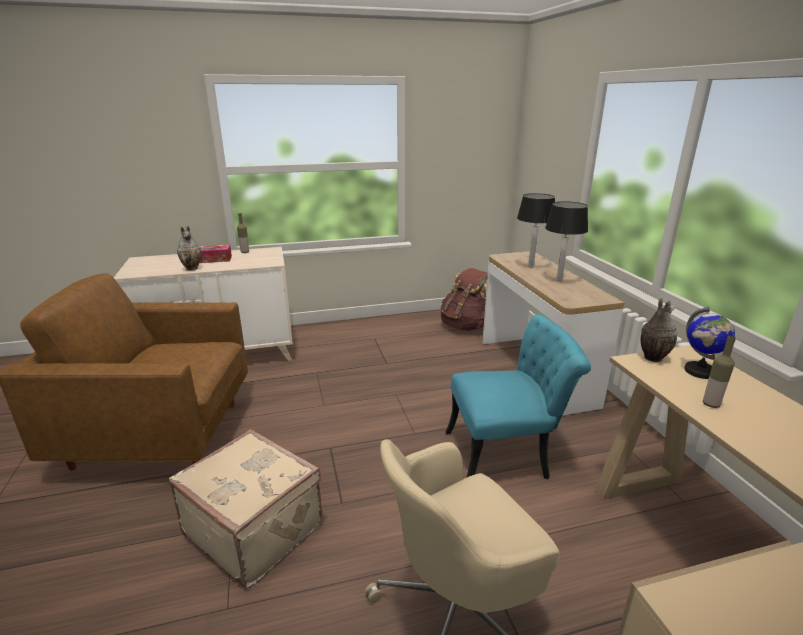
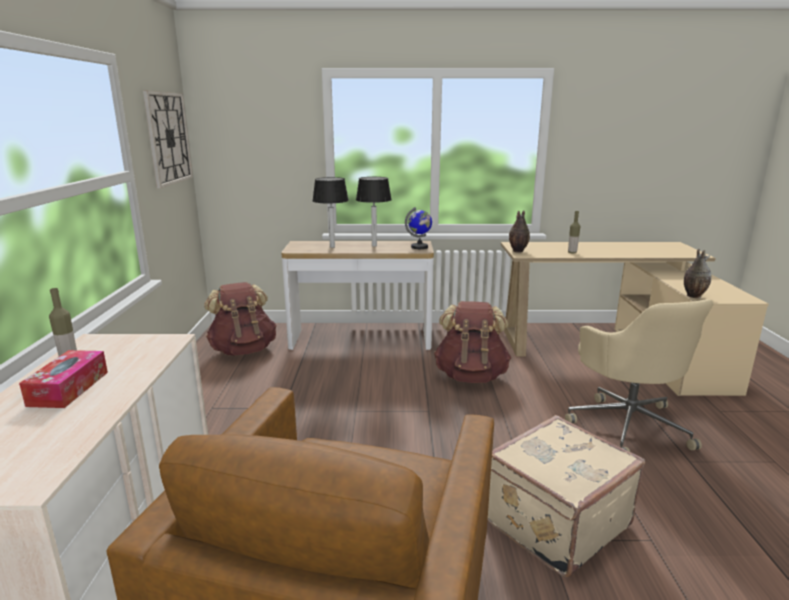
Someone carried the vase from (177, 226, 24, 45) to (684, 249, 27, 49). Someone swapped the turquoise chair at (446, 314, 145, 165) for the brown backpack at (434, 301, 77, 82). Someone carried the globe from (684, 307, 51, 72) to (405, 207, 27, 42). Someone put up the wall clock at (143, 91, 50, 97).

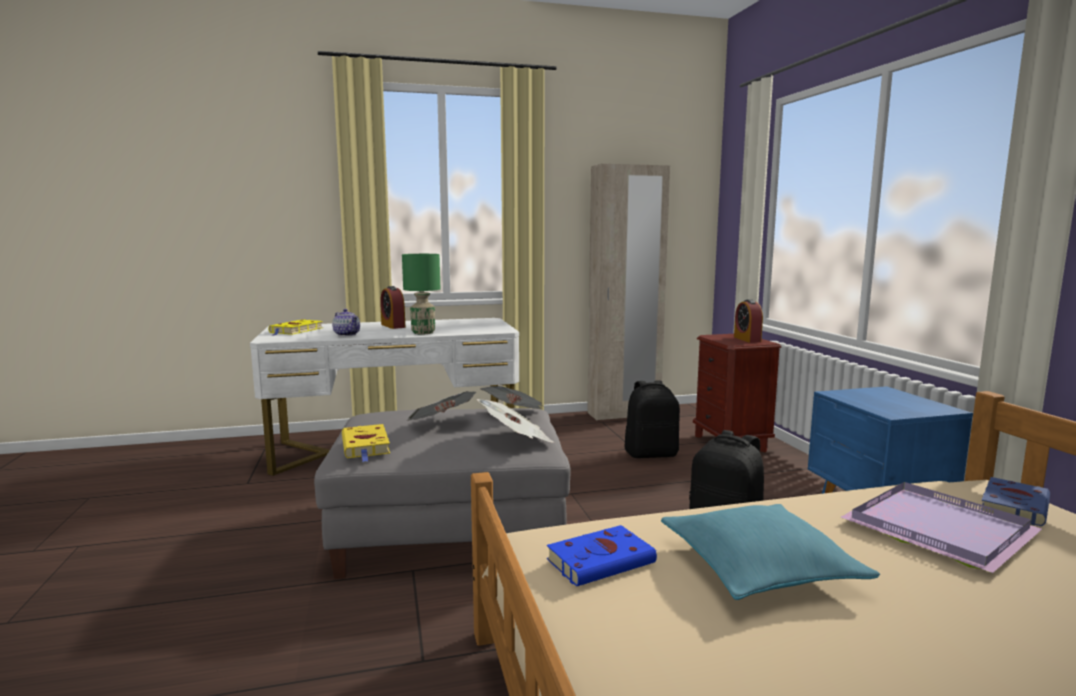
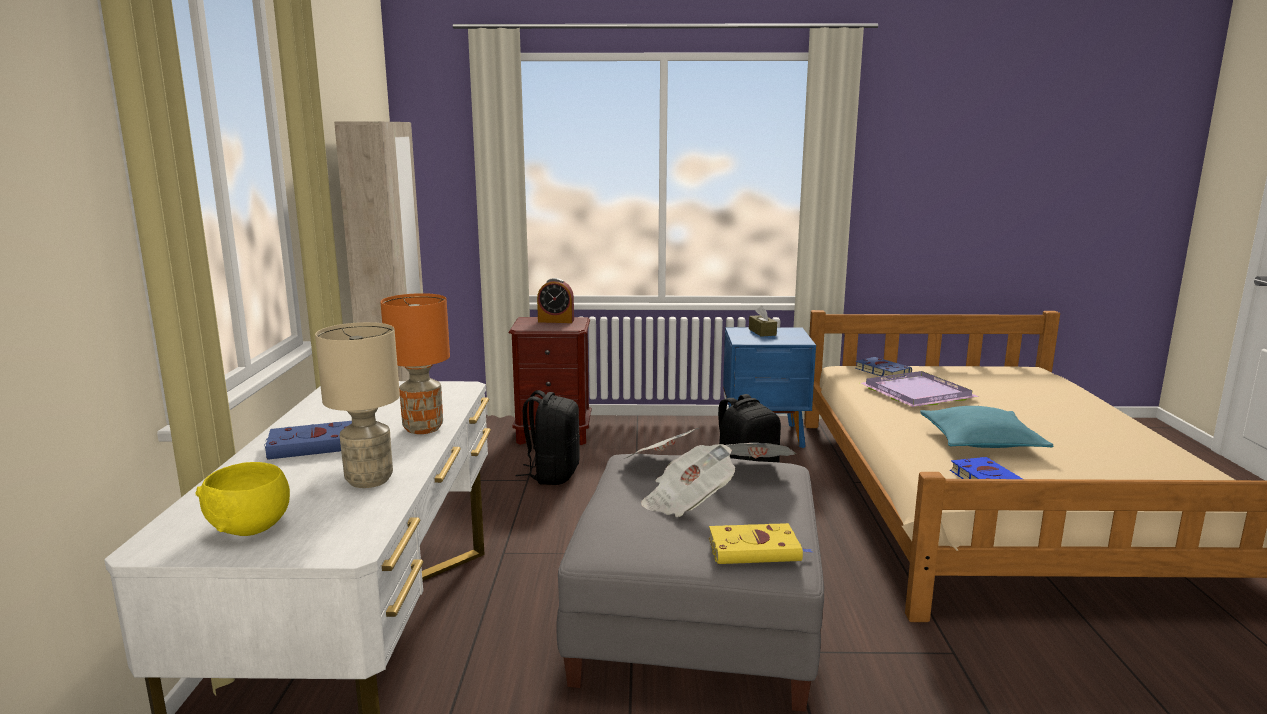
Someone swapped the yellow book at (268, 319, 55, 17) for the yellow bowl at (195, 462, 95, 74). Someone swapped the teapot at (332, 309, 28, 27) for the beige table lamp at (315, 322, 85, 166). Someone swapped the alarm clock at (380, 286, 25, 43) for the blue book at (264, 421, 88, 39). Someone repainted the green table lamp at (402, 254, 38, 80), which became the orange table lamp at (380, 293, 70, 141). Someone put down the brown tissue box at (749, 306, 28, 31).

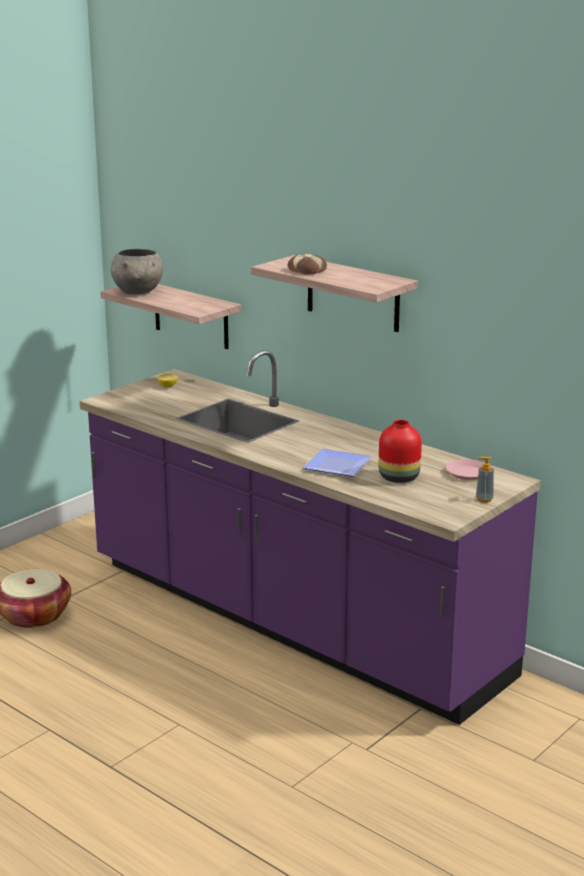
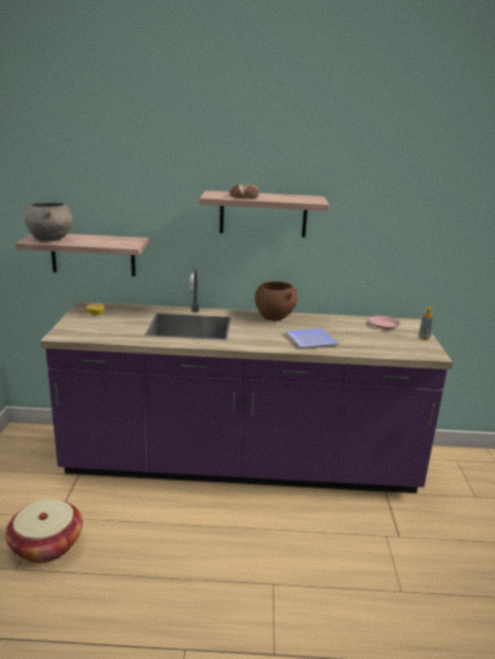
Someone took away the red vase at (379, 420, 43, 63). Someone put down the brown bowl at (255, 281, 43, 40).

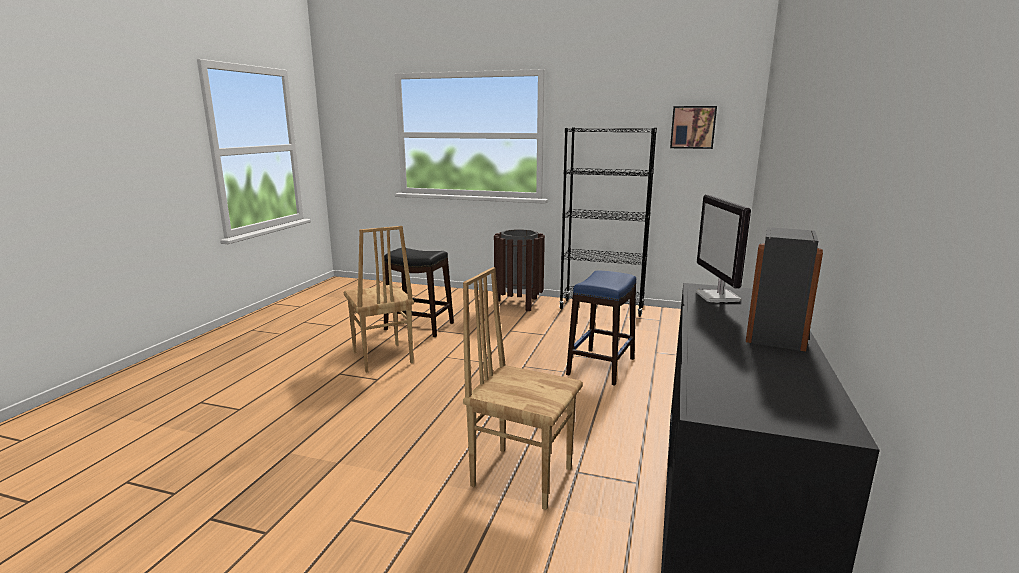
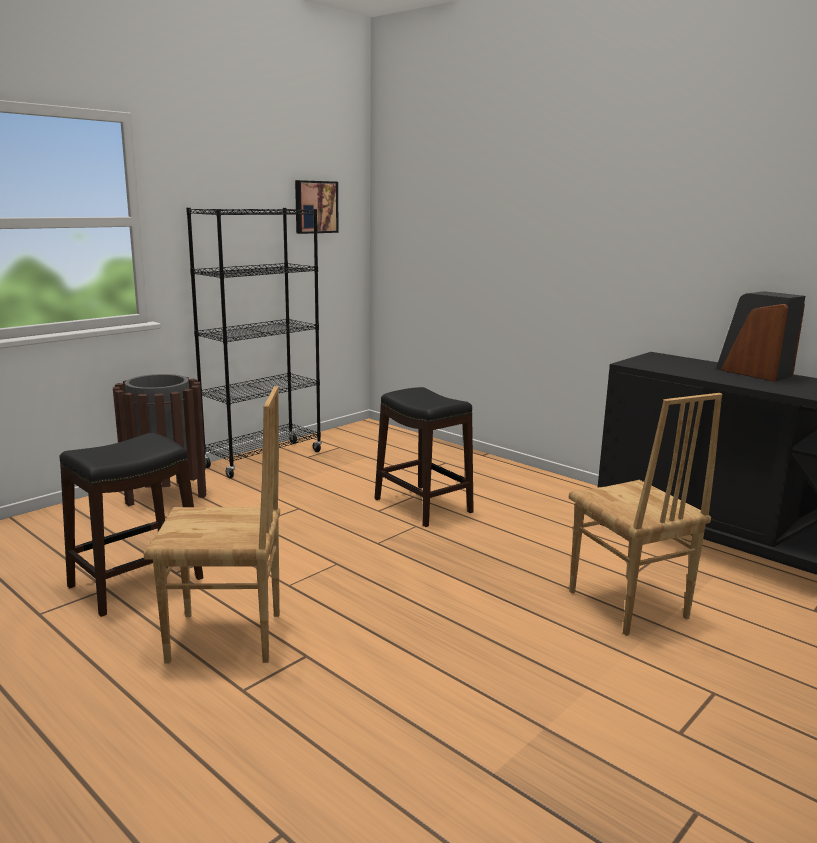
Someone rotated the brown chair at (463, 267, 120, 243) by 75 degrees counterclockwise. Someone repainted the blue stool at (566, 271, 70, 115), which became the black stool at (375, 387, 99, 140). Someone took away the monitor at (696, 194, 55, 108).

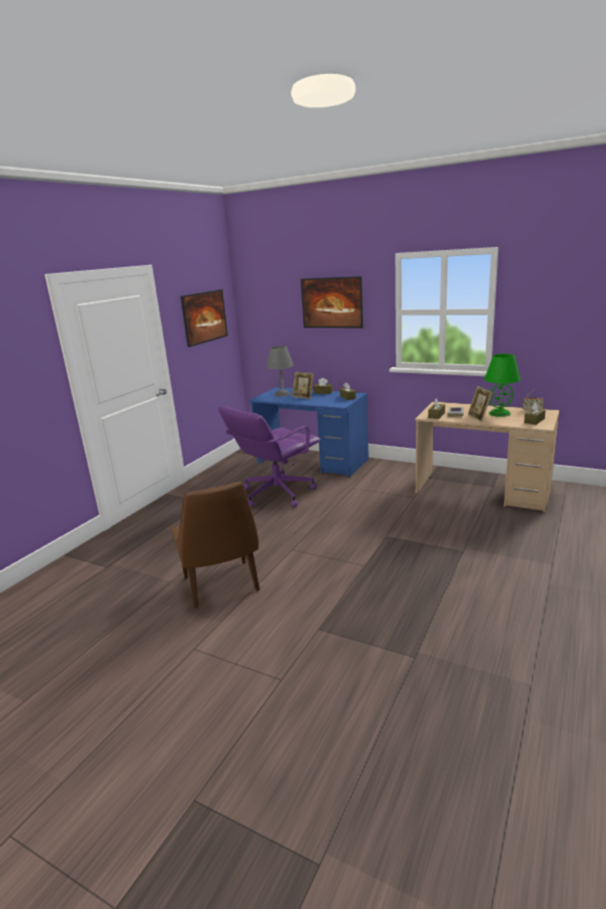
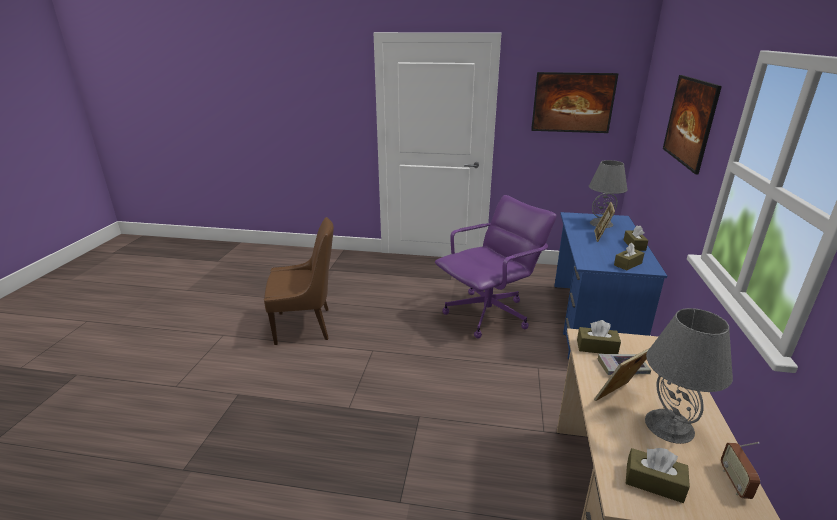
Someone rotated the brown chair at (171, 481, 89, 127) by 150 degrees counterclockwise. Someone rotated the purple office chair at (218, 406, 103, 101) by 120 degrees clockwise. Someone repainted the green table lamp at (484, 354, 37, 63), which became the grey table lamp at (645, 308, 88, 136).

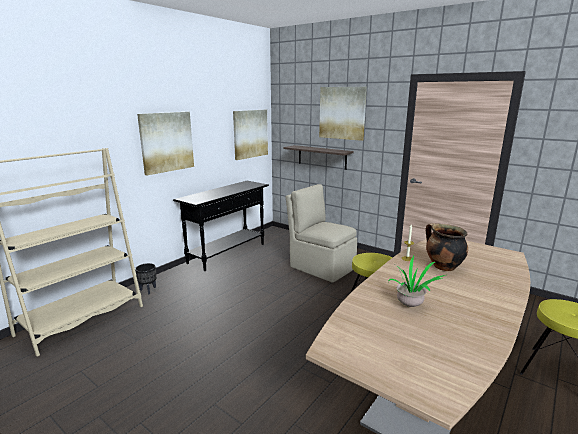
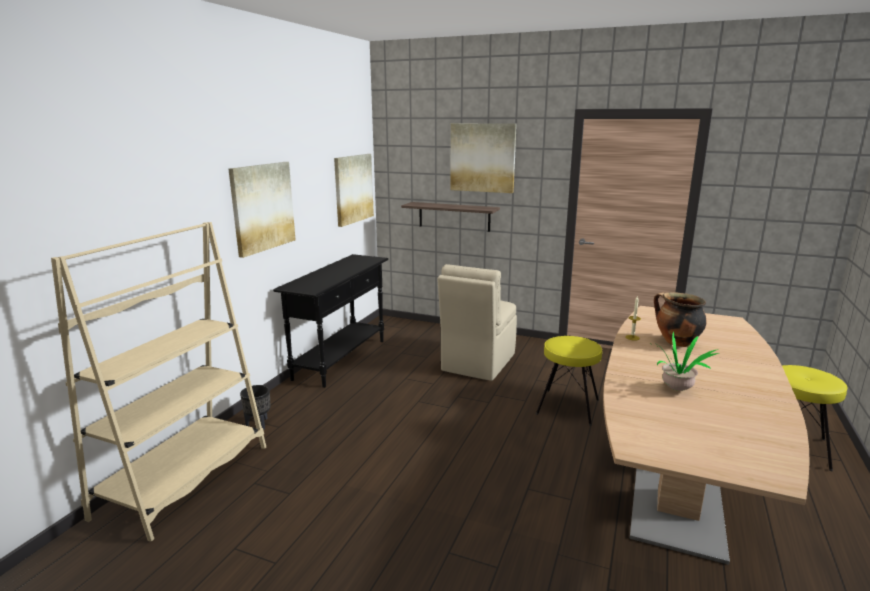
Someone rotated the beige chair at (286, 184, 71, 99) by 90 degrees counterclockwise.

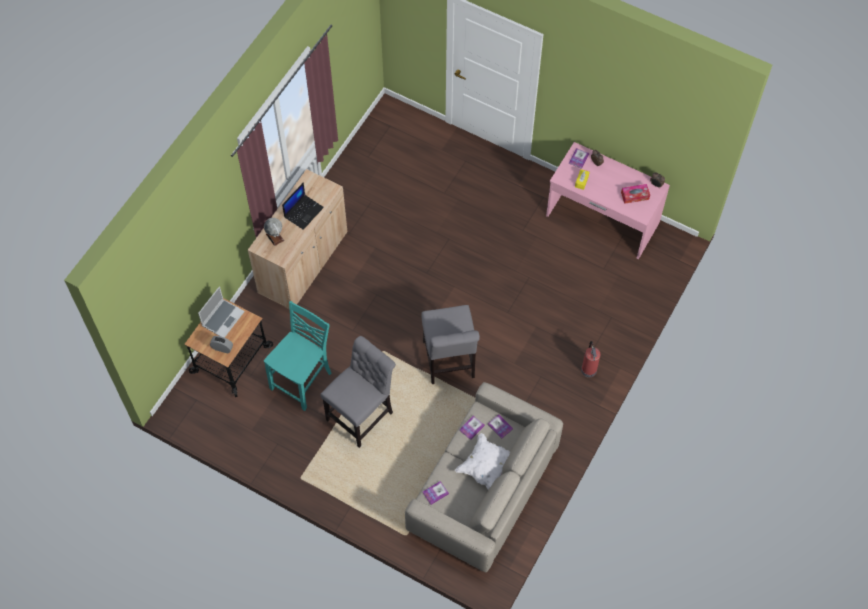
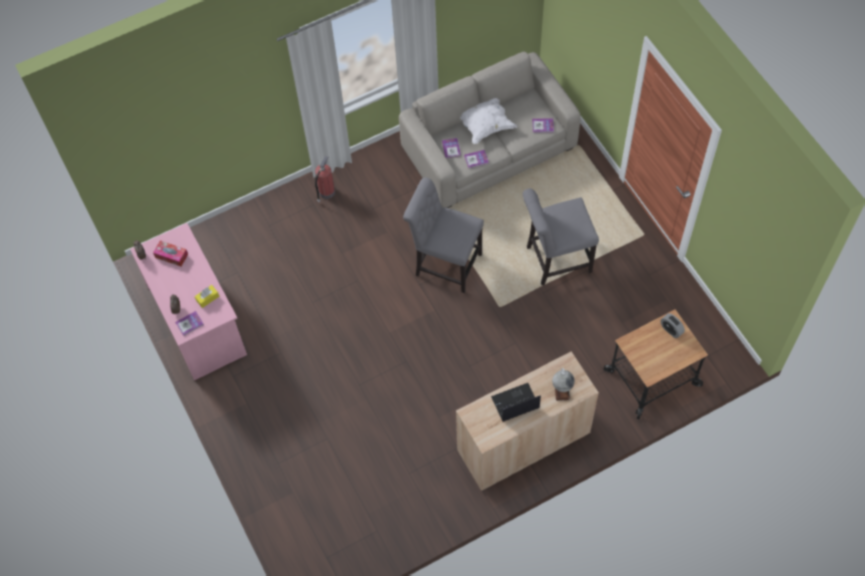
Someone took away the laptop at (198, 286, 47, 52). Someone took away the turquoise chair at (264, 301, 68, 110). Someone rotated the grey chair at (421, 305, 59, 79) by 90 degrees counterclockwise.

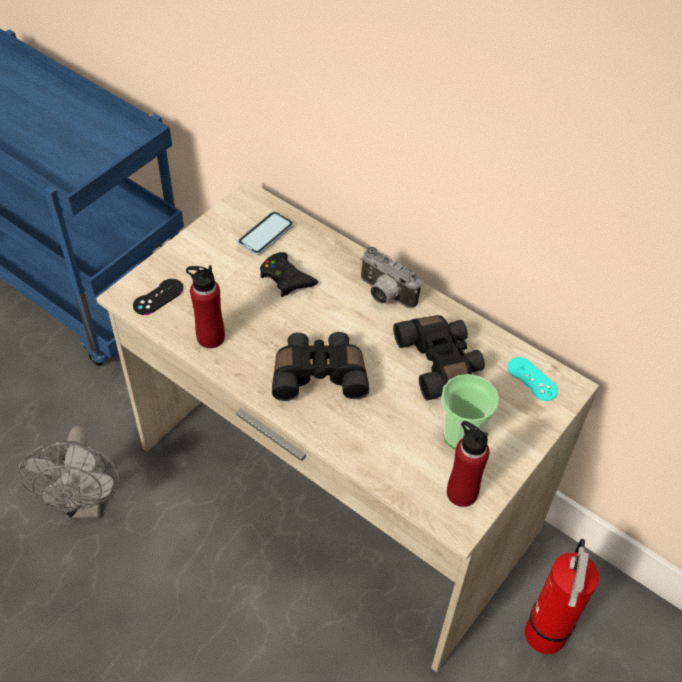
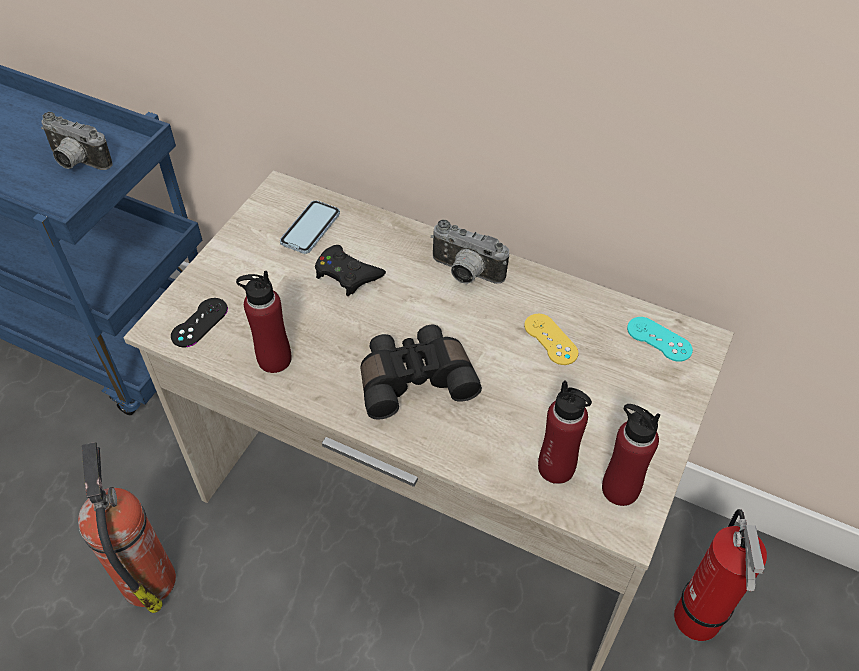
Someone swapped the grey fan at (18, 425, 102, 94) for the fire extinguisher at (78, 442, 98, 171). Someone swapped the black binoculars at (393, 315, 92, 86) for the yellow game controller at (524, 314, 55, 51). Someone took away the cup at (441, 374, 58, 75). Someone put down the photo camera at (41, 112, 71, 58). Someone put down the red bottle at (538, 380, 54, 104).

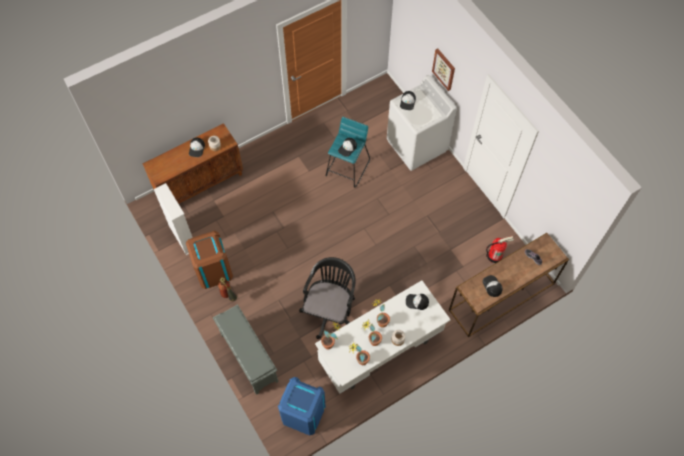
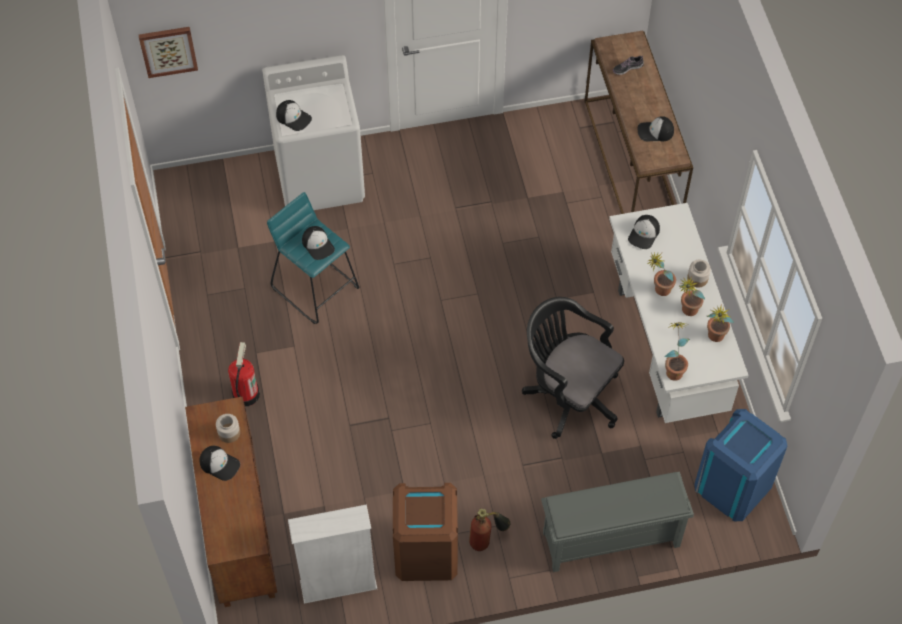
Someone carried the picture from (432, 49, 23, 42) to (139, 27, 59, 51). Someone carried the fire extinguisher from (486, 236, 28, 27) to (228, 342, 32, 64).

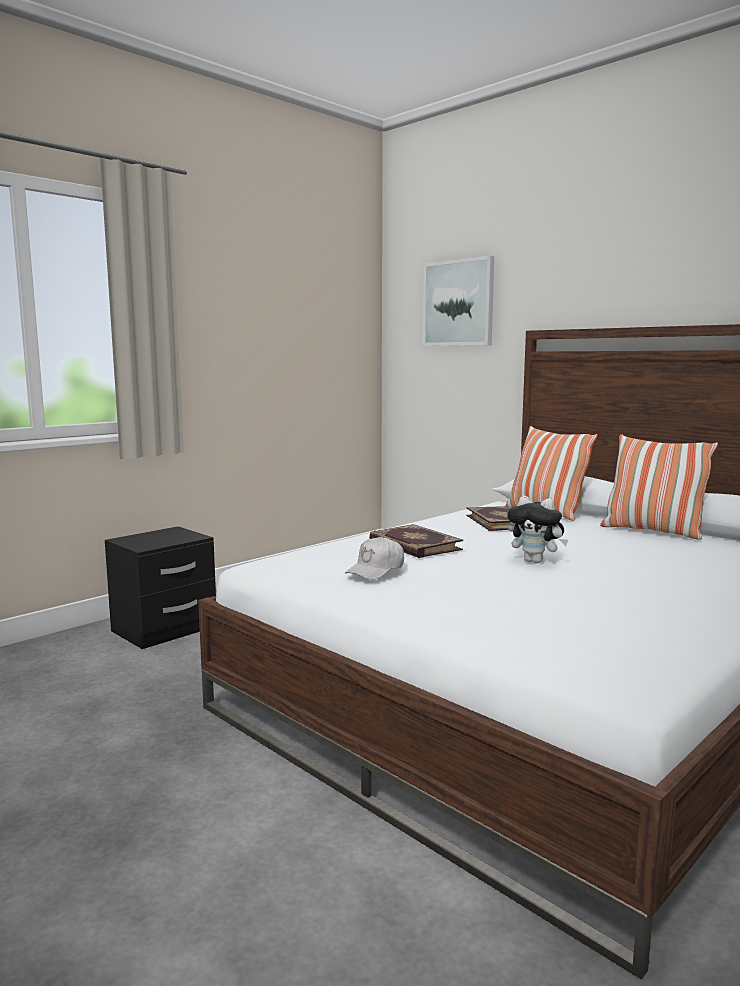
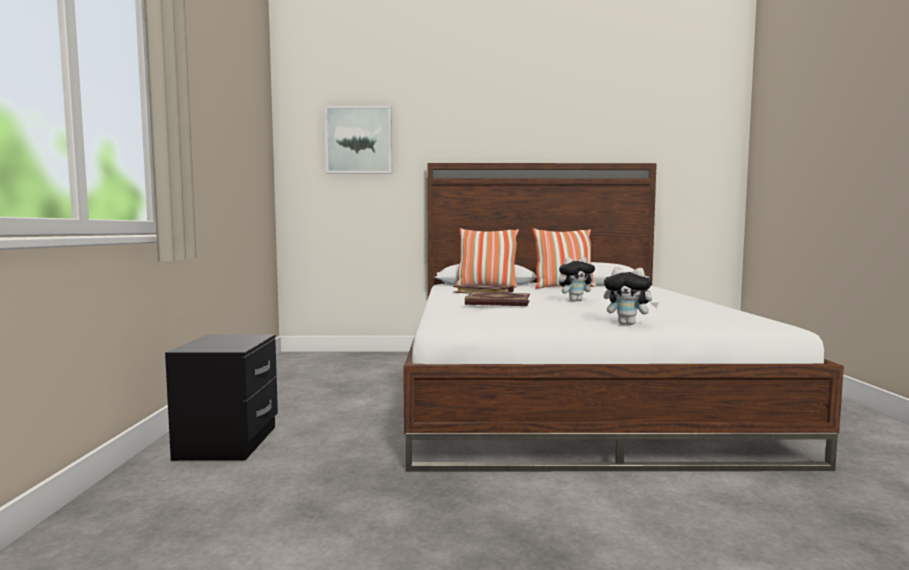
Someone took away the white cap at (345, 536, 59, 44). Someone put down the plush toy at (604, 267, 55, 58).

